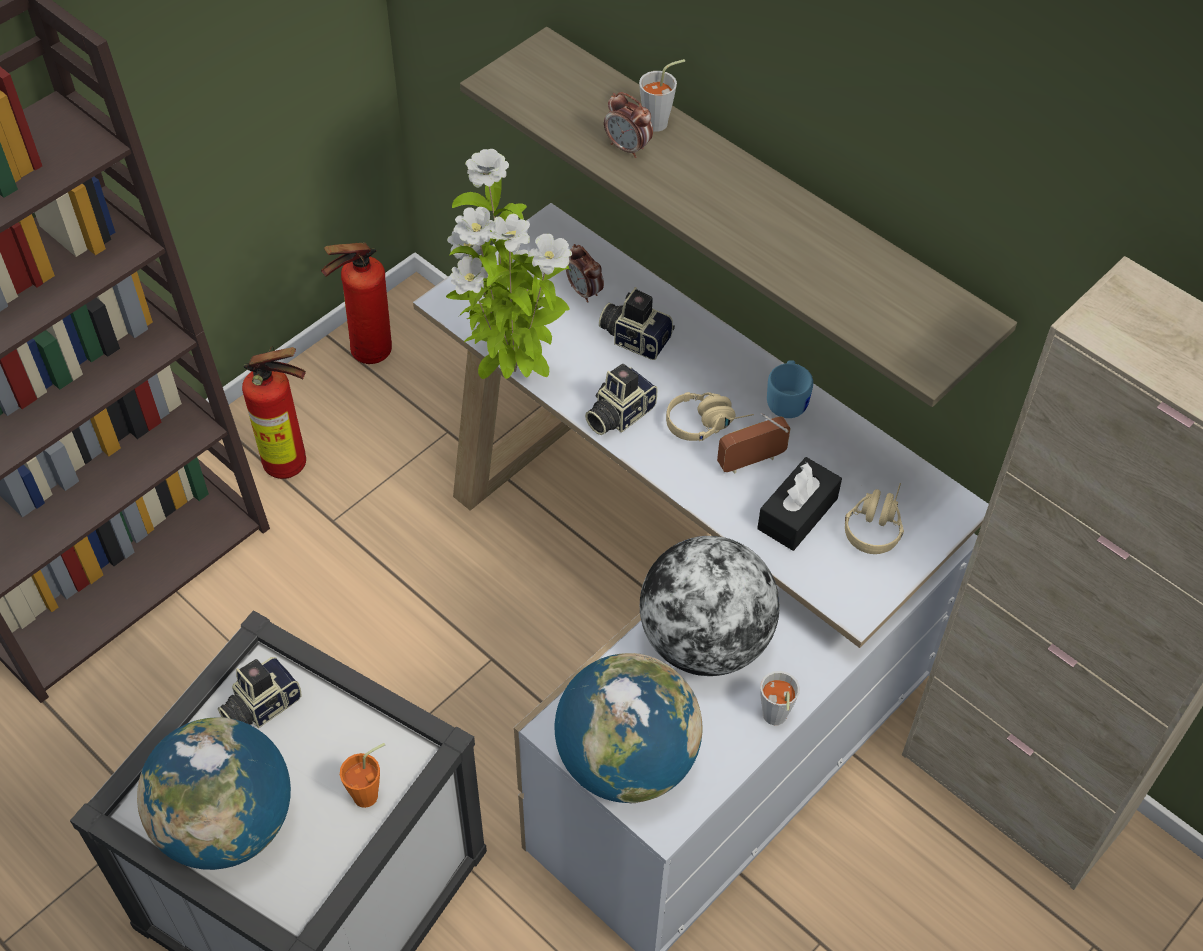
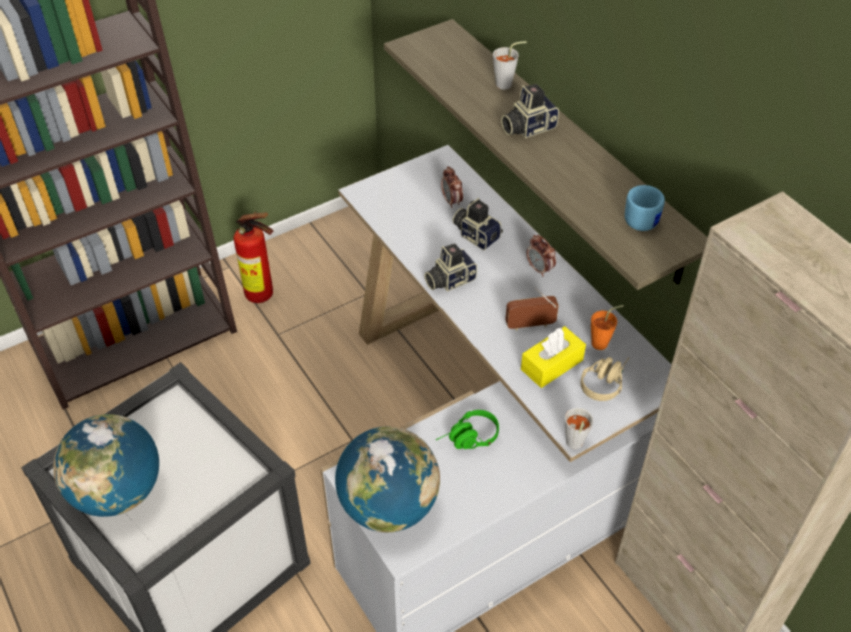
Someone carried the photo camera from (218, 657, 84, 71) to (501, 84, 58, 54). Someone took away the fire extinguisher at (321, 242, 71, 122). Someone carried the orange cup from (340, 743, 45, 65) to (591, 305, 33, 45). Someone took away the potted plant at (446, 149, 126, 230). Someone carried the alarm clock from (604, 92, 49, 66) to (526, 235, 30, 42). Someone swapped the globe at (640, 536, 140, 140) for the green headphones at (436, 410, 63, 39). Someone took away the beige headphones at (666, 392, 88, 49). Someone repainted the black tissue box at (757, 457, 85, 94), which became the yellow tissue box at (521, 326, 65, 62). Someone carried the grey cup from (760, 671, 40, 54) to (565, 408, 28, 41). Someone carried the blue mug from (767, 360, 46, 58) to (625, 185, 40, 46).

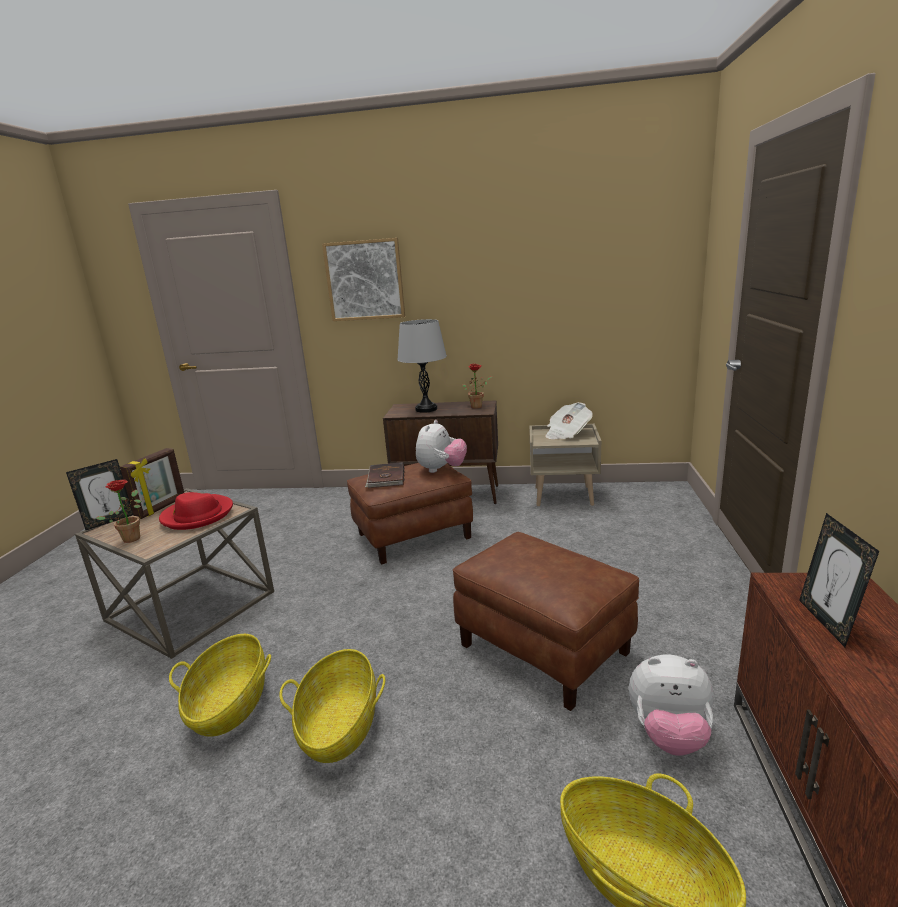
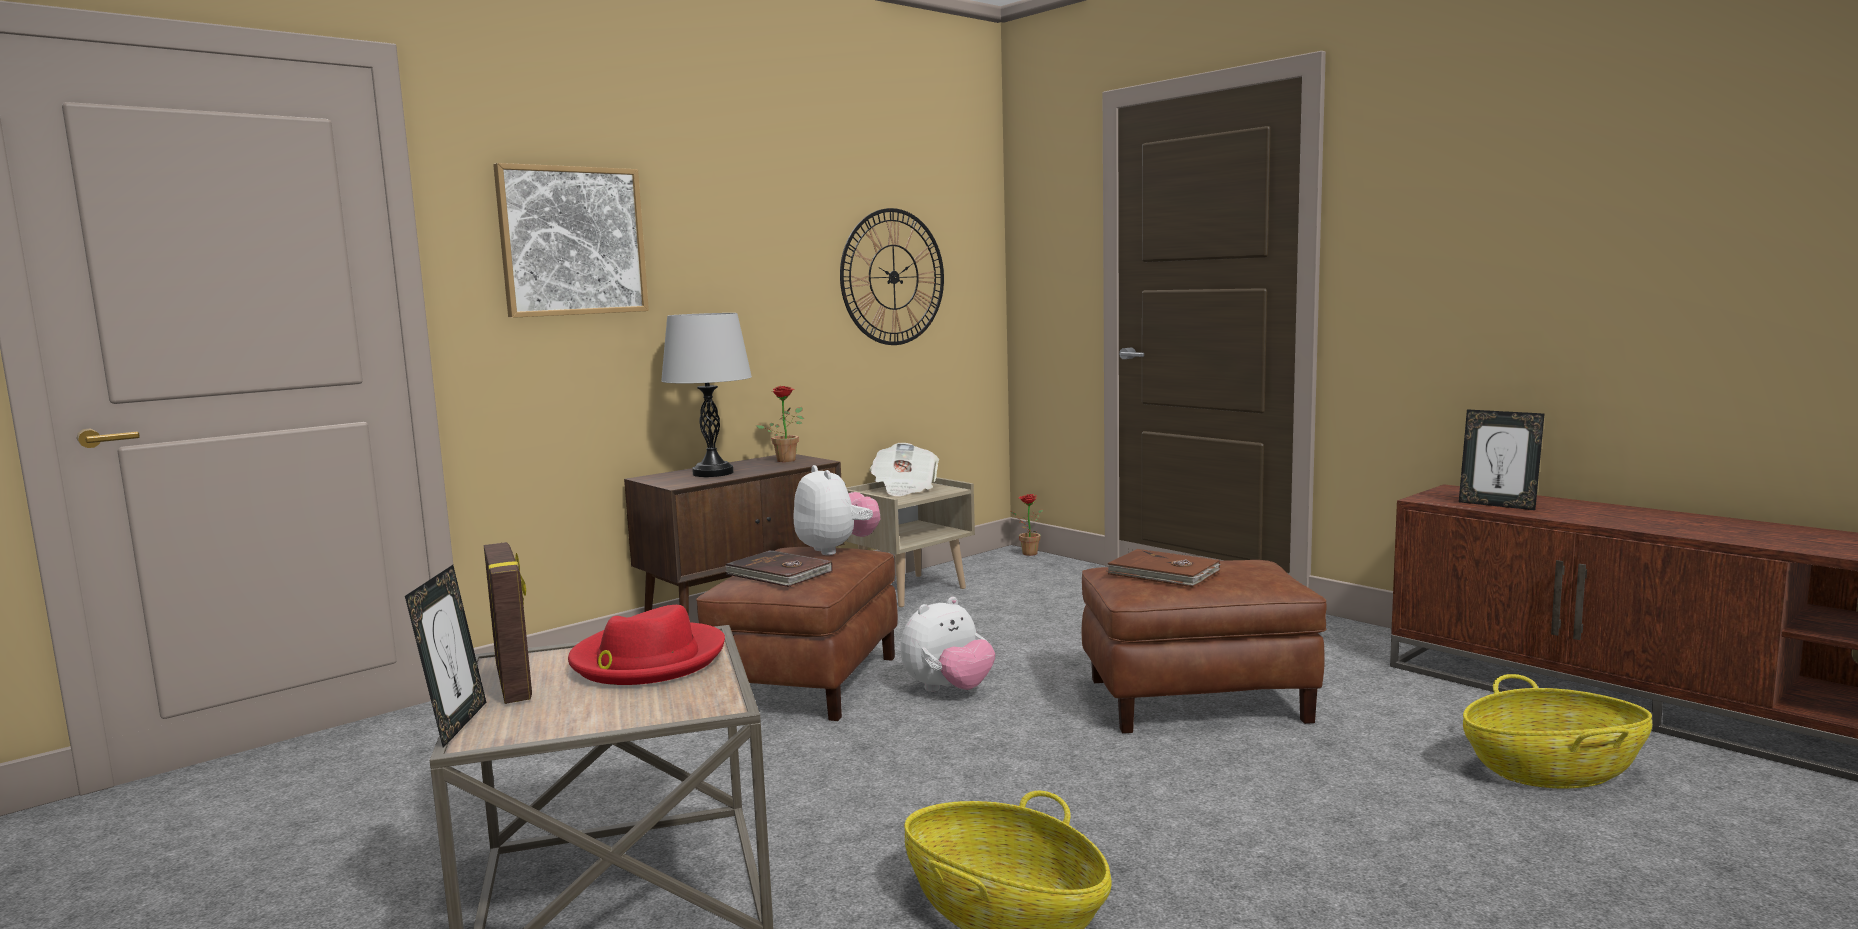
Someone carried the potted plant from (96, 480, 45, 63) to (1010, 494, 33, 62). Someone took away the basket at (279, 649, 106, 114). Someone carried the plush toy from (629, 655, 84, 101) to (901, 597, 94, 95). Someone put up the wall clock at (840, 208, 104, 137). Someone put down the brown book at (1106, 549, 114, 38).

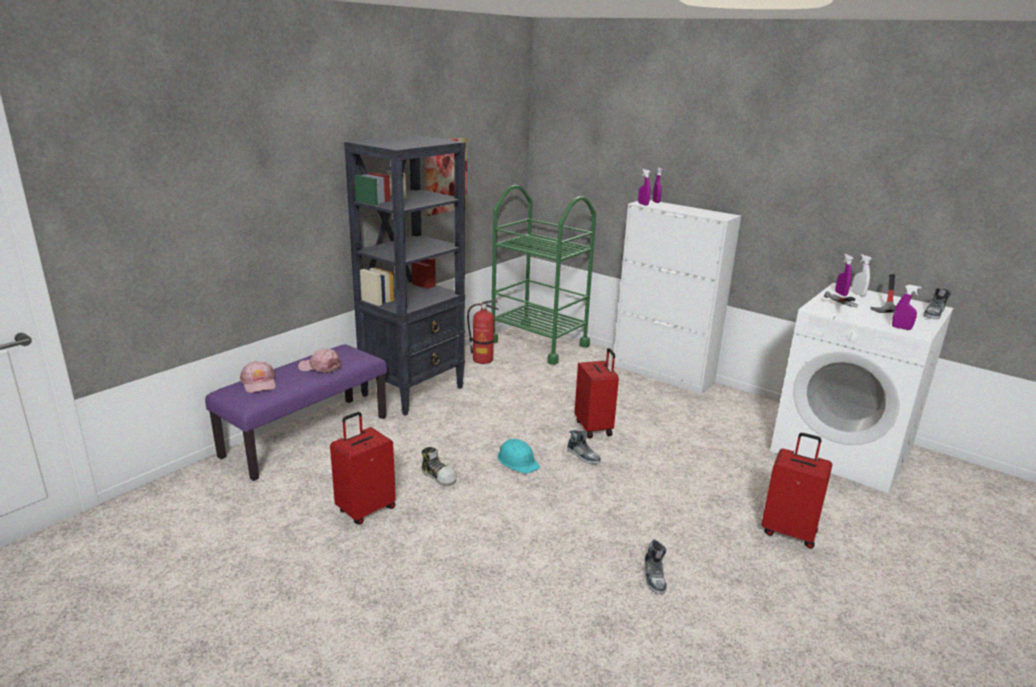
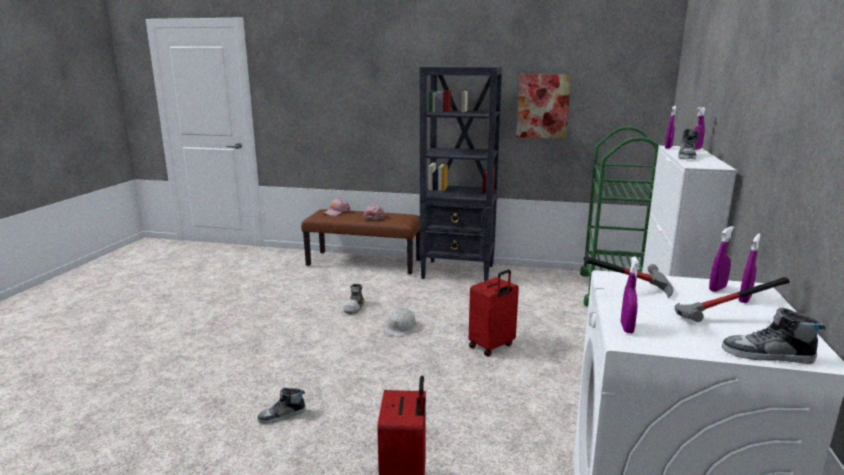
Someone repainted the purple bench at (205, 344, 182, 137), which became the brown bench at (301, 209, 119, 65). Someone took away the red suitcase at (330, 412, 66, 112). Someone took away the fire extinguisher at (467, 300, 32, 64). Someone repainted the turquoise hard hat at (497, 439, 43, 35), which became the white hard hat at (384, 308, 33, 29). Someone carried the shoe from (567, 430, 34, 34) to (678, 129, 22, 30). Someone repainted the white spray bottle at (851, 254, 21, 42), which became the purple spray bottle at (739, 234, 22, 69).

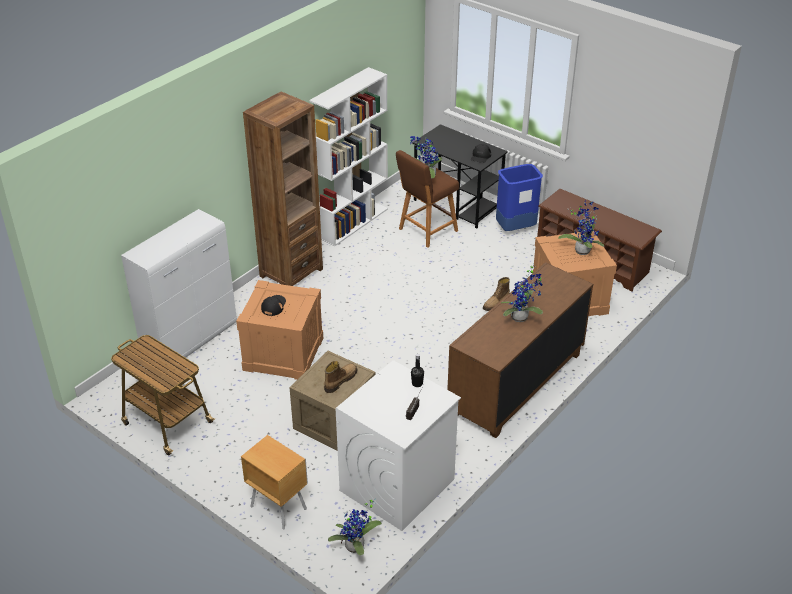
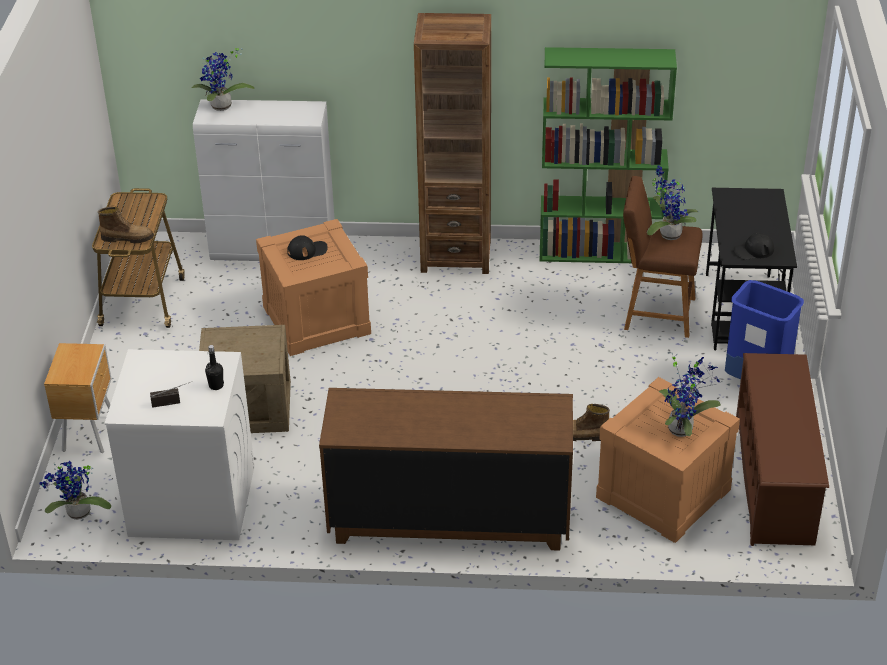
Someone repainted the white bookcase at (309, 67, 79, 180), which became the green bookcase at (540, 47, 137, 216). Someone carried the boot from (324, 361, 34, 32) to (98, 207, 56, 36). Someone carried the potted plant from (501, 264, 42, 58) to (192, 48, 62, 63).

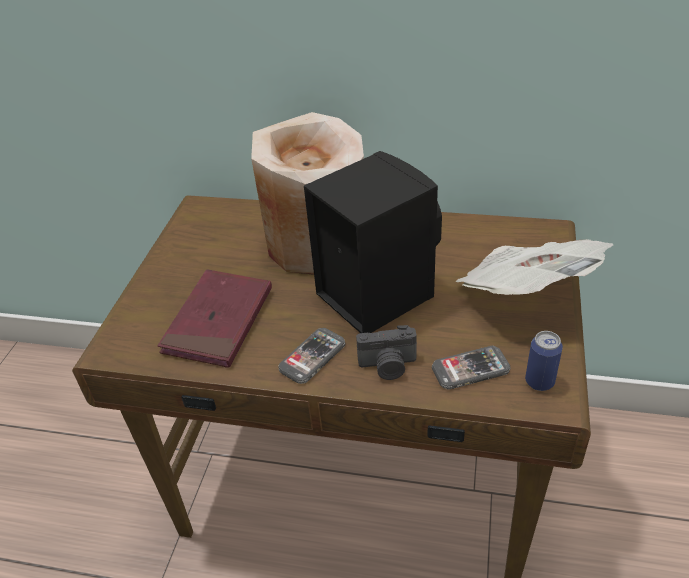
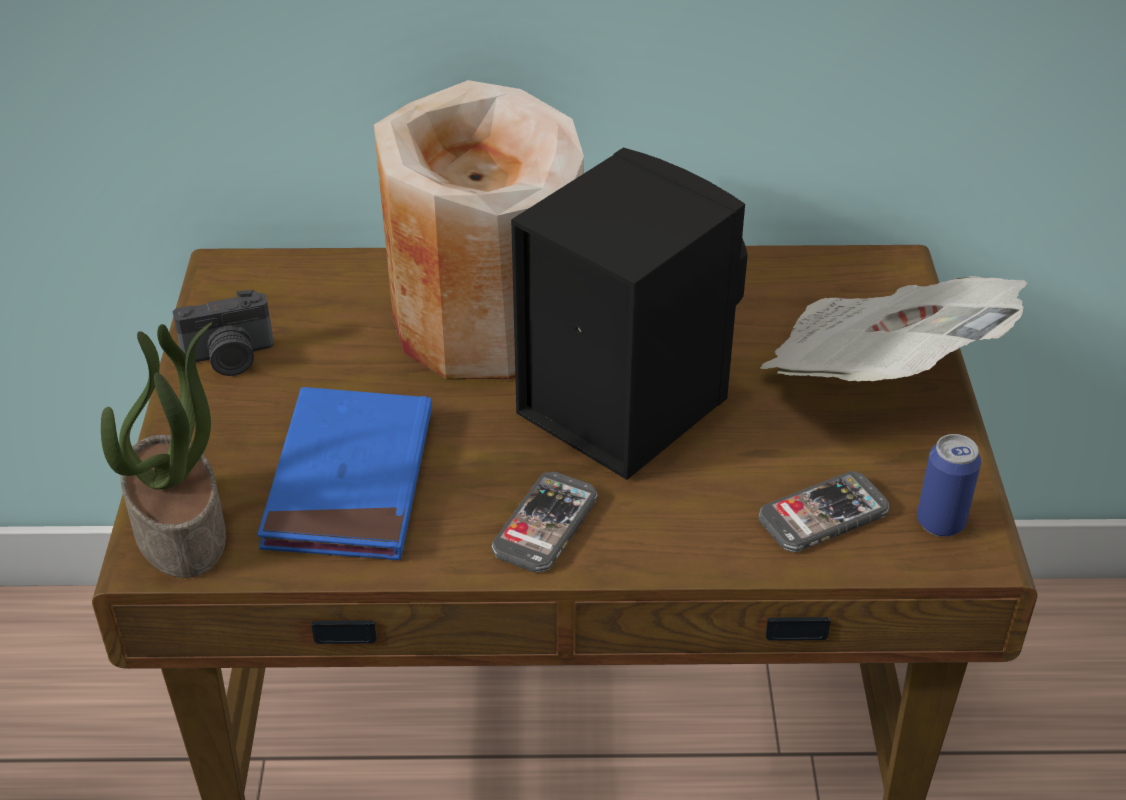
Someone repainted the red book at (157, 269, 115, 99), which became the blue book at (257, 387, 175, 173). Someone carried the photo camera from (356, 325, 61, 55) to (173, 290, 101, 86). Someone put down the potted plant at (101, 322, 125, 256).

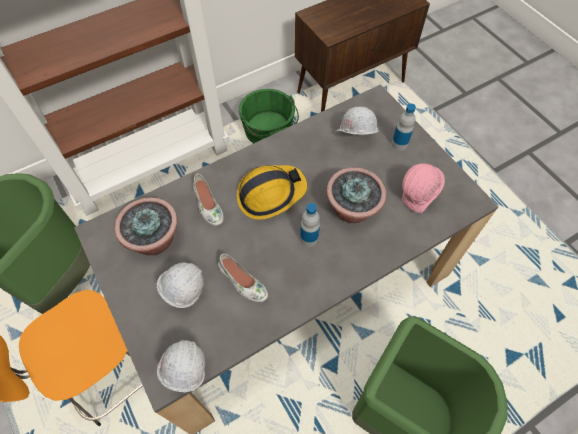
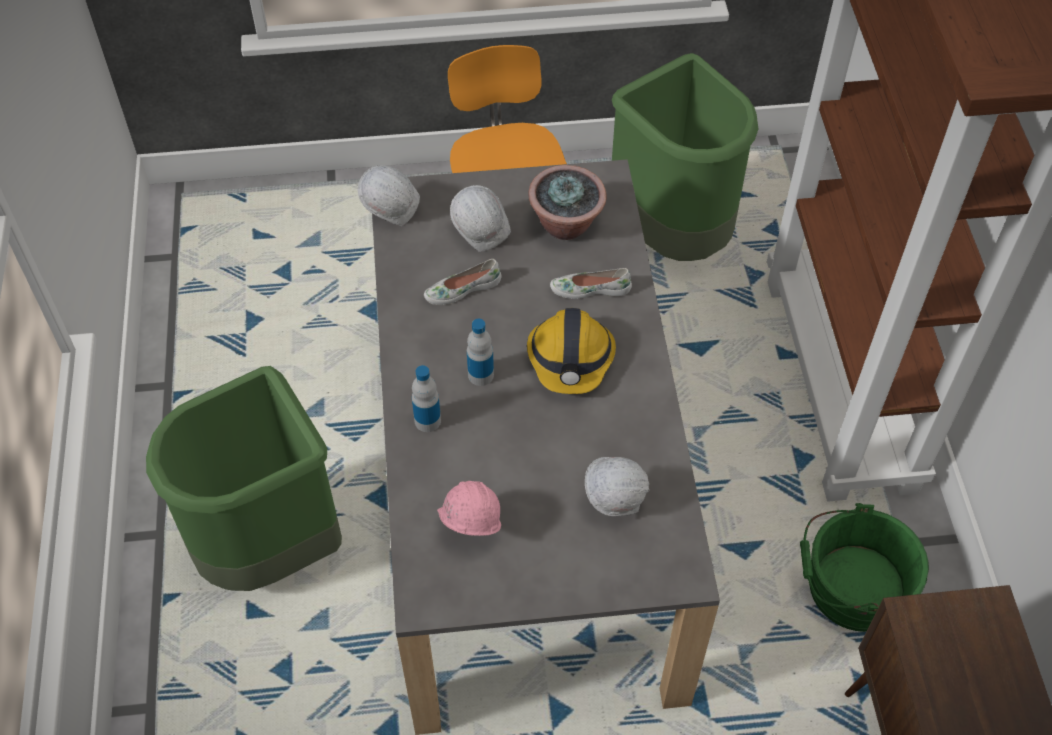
Someone took away the potted plant at (326, 167, 60, 56). Someone carried the bottle from (392, 103, 24, 48) to (412, 365, 29, 67).

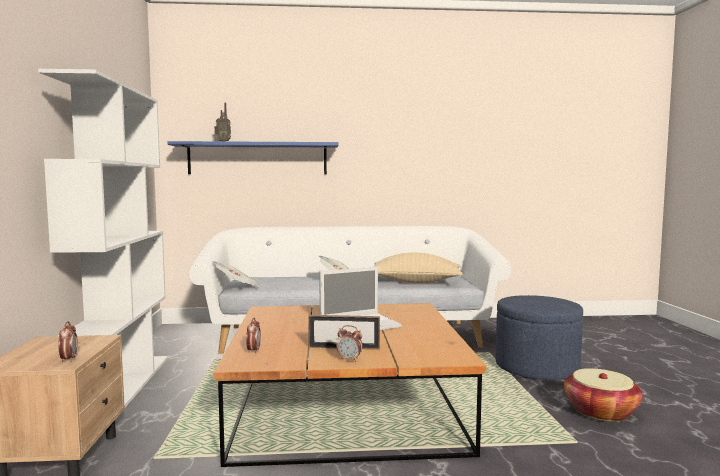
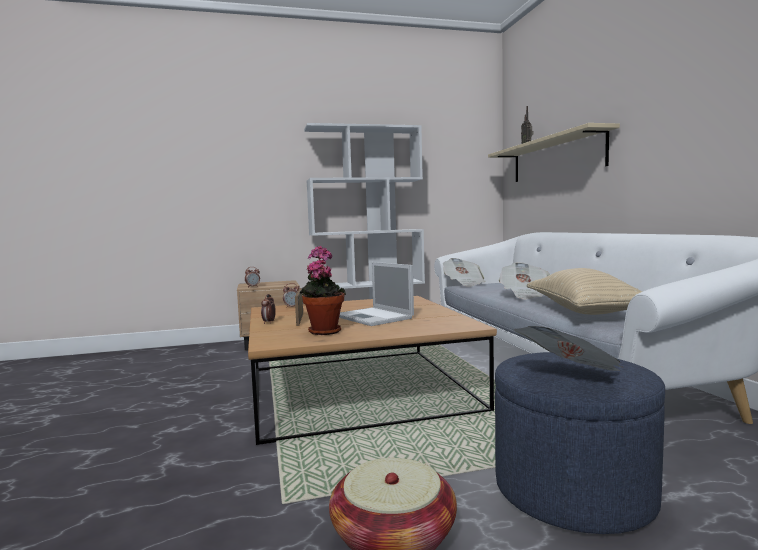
Someone repainted the blue shelf at (167, 141, 172, 33), which became the beige shelf at (488, 123, 132, 59). Someone put down the potted plant at (300, 246, 46, 89). Someone put down the newspaper at (514, 326, 110, 45).

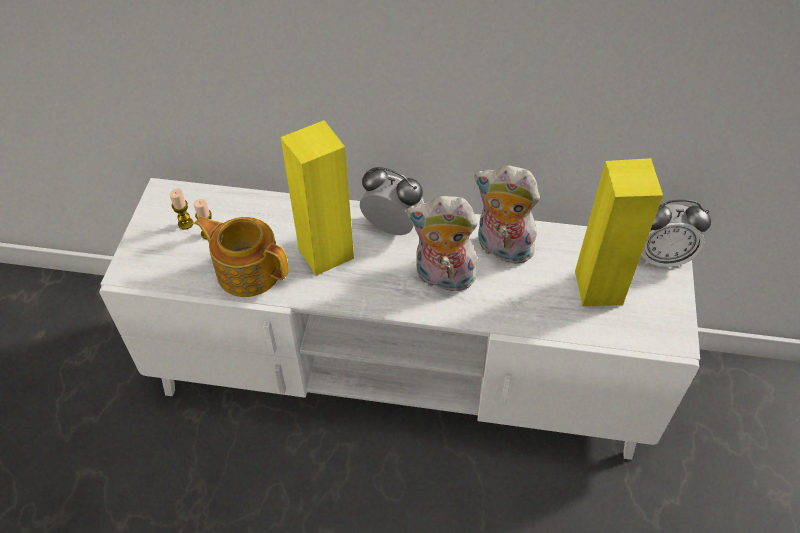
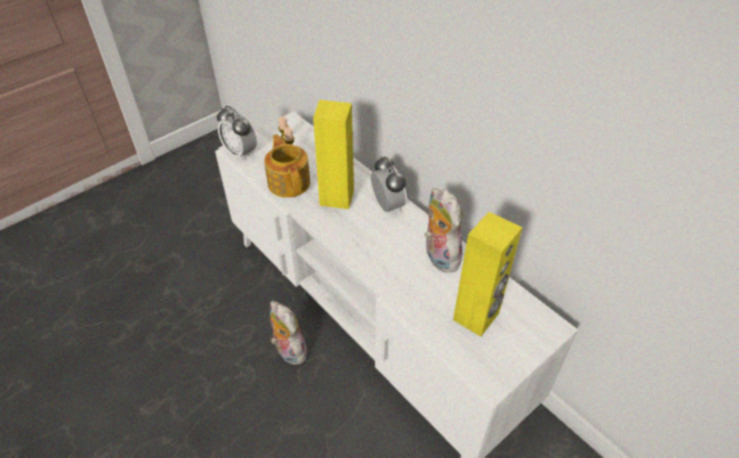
Someone carried the plush toy from (406, 196, 73, 96) to (270, 301, 37, 64). Someone carried the alarm clock from (642, 200, 69, 67) to (217, 106, 40, 55).

